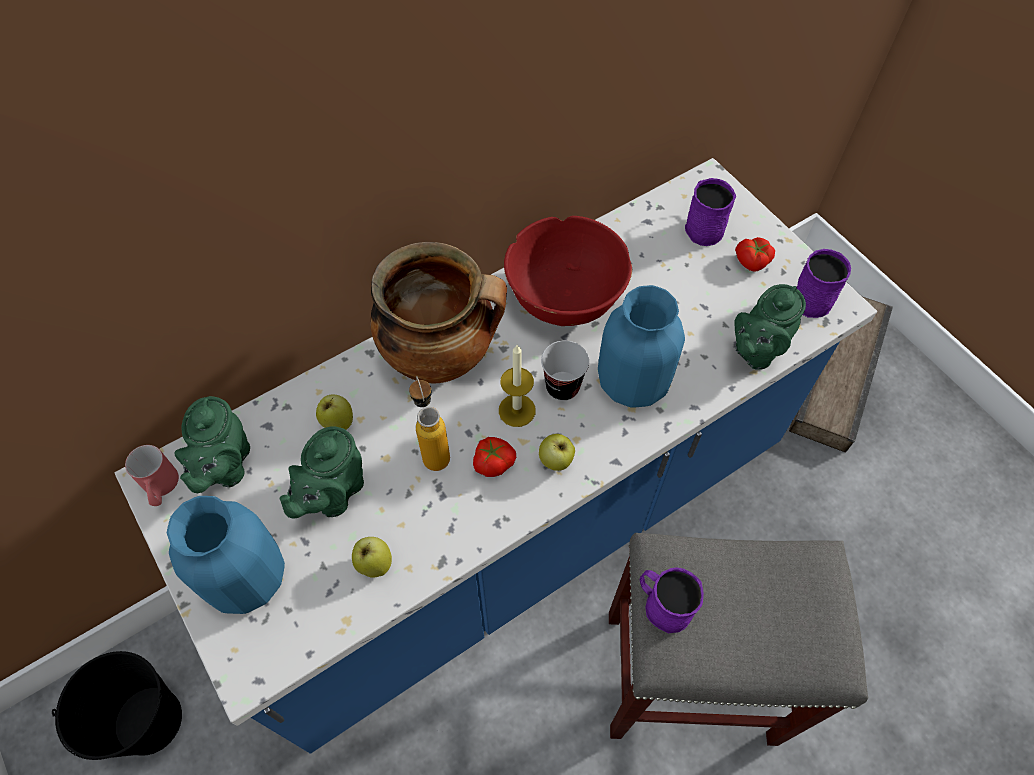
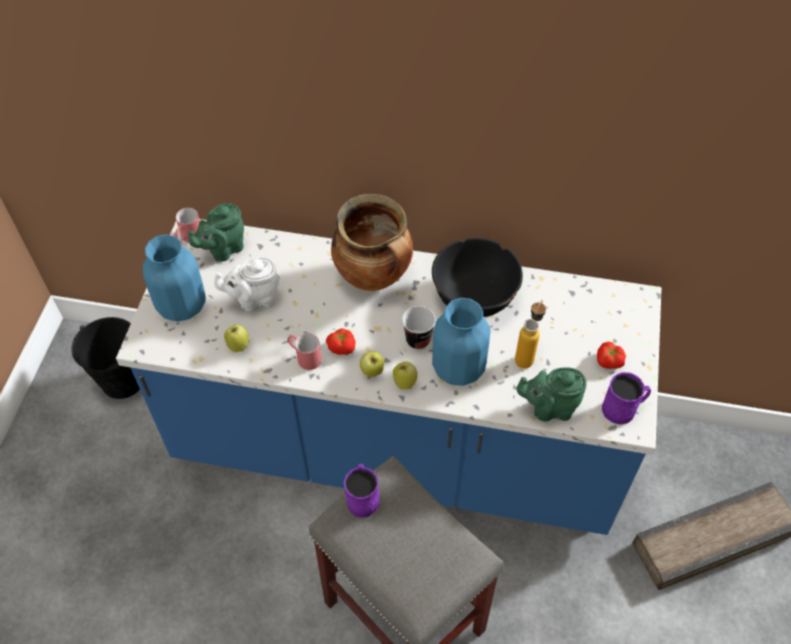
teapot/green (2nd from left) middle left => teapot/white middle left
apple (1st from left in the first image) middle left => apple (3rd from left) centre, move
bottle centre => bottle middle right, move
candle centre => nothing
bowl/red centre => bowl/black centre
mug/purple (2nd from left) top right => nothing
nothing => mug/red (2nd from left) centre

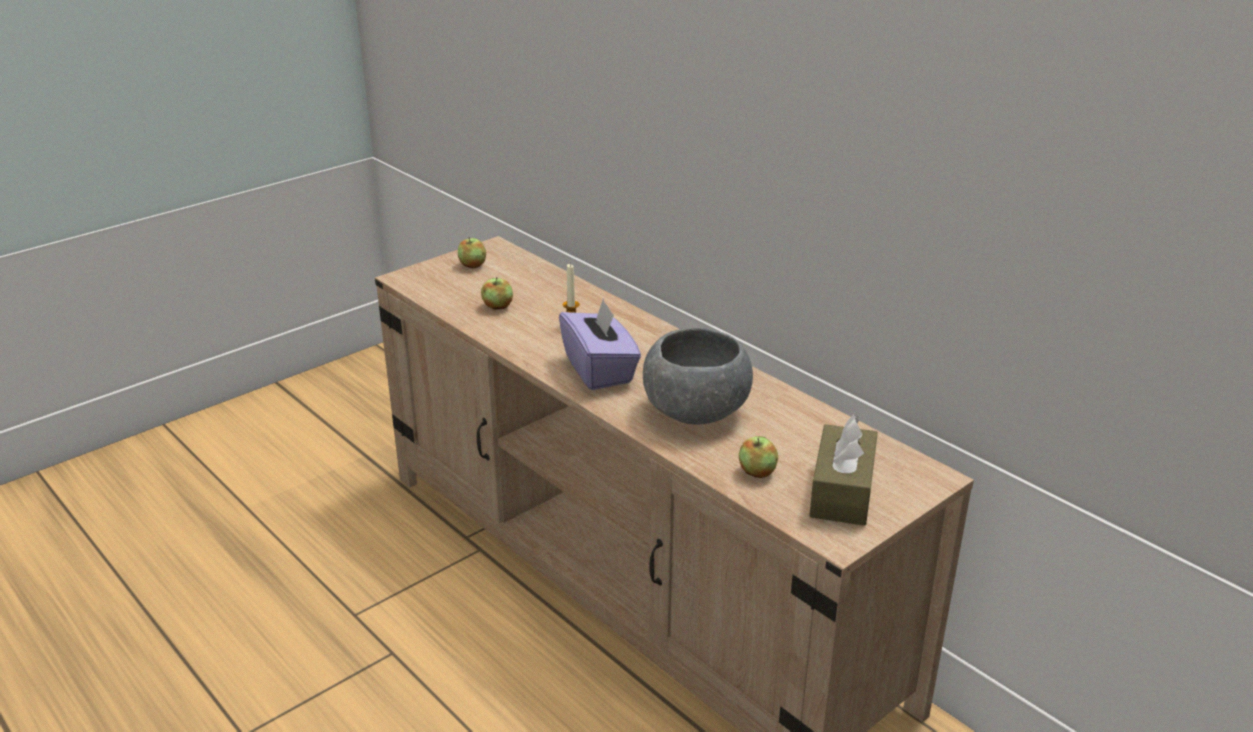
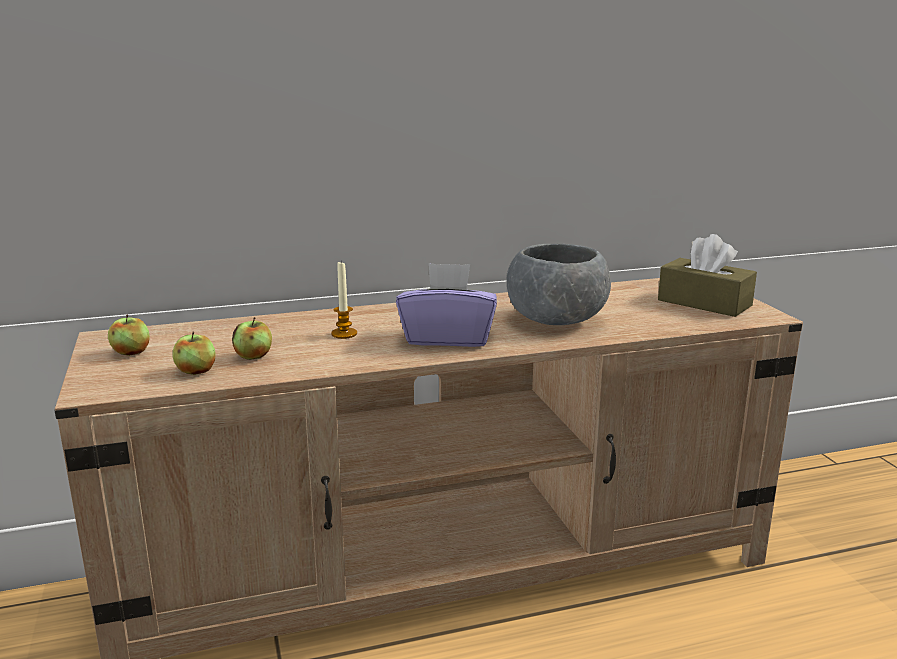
apple (3rd from left in the first image) centre => apple (2nd from left) middle left, move

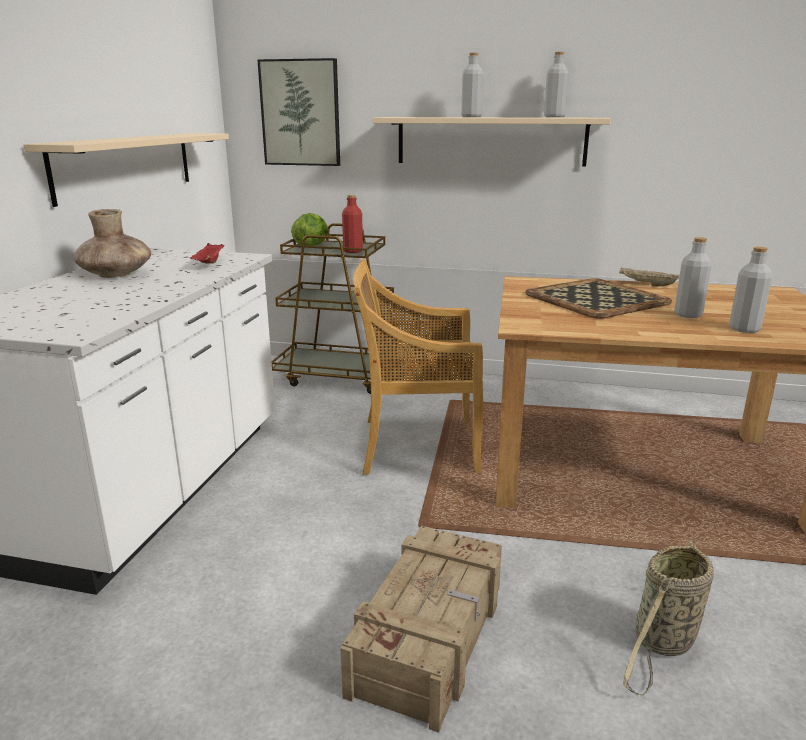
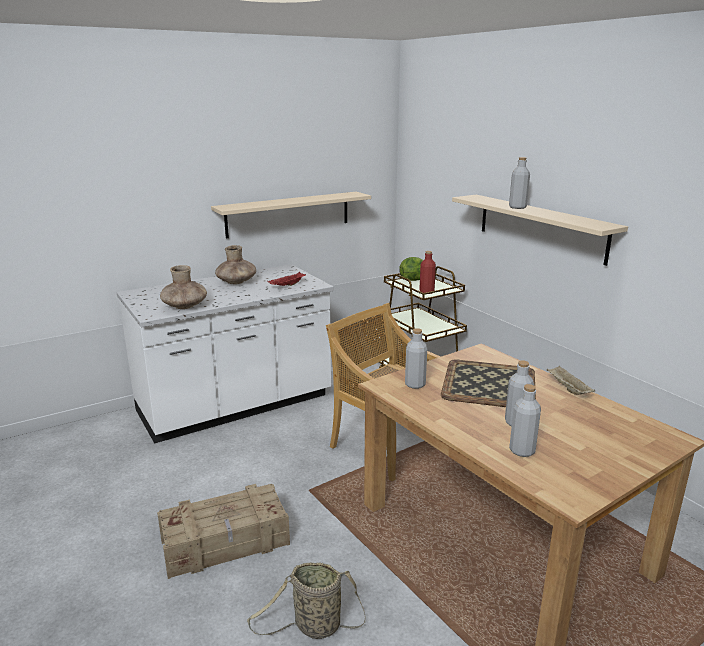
picture top centre => nothing
bottle/grey (2nd from left in the first image) top right => bottle/grey (1st from left) centre, move
nothing => vase/brown (1st from left) middle left

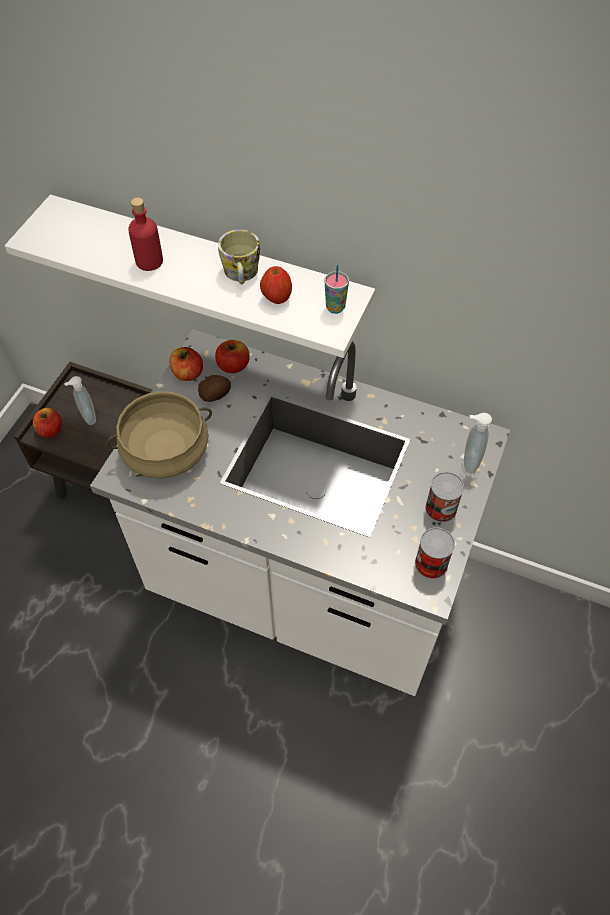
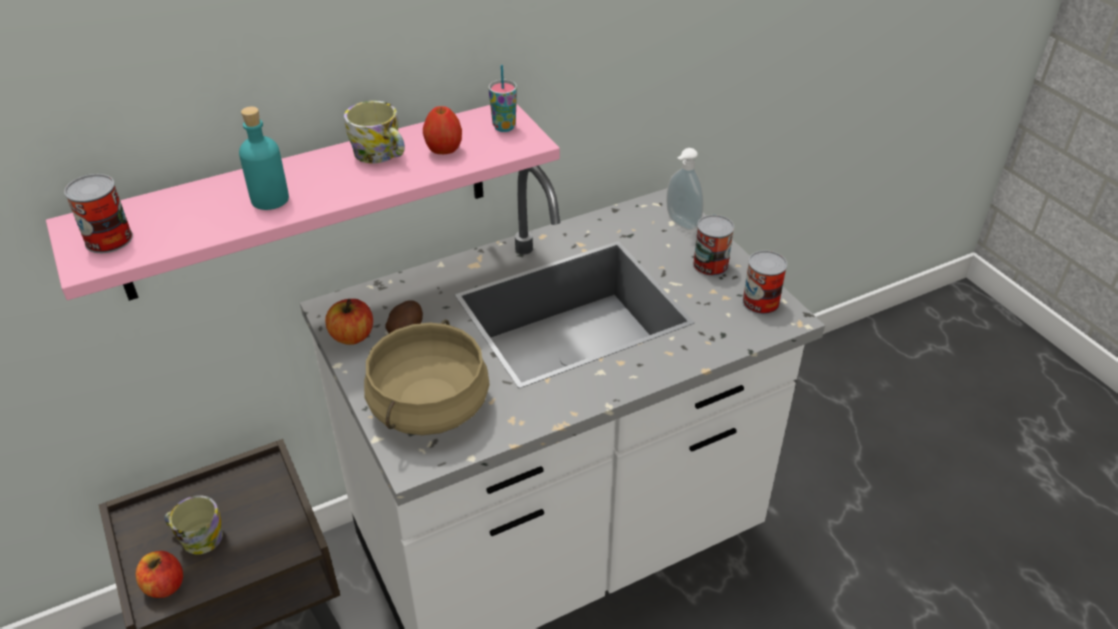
shelf/white top left => shelf/pink top left
soap dispenser (1st from left) middle left => mug (1st from left) bottom left
bottle/red top left => bottle/turquoise top left
apple (3rd from left) centre => nothing
nothing => can (1st from left) middle left

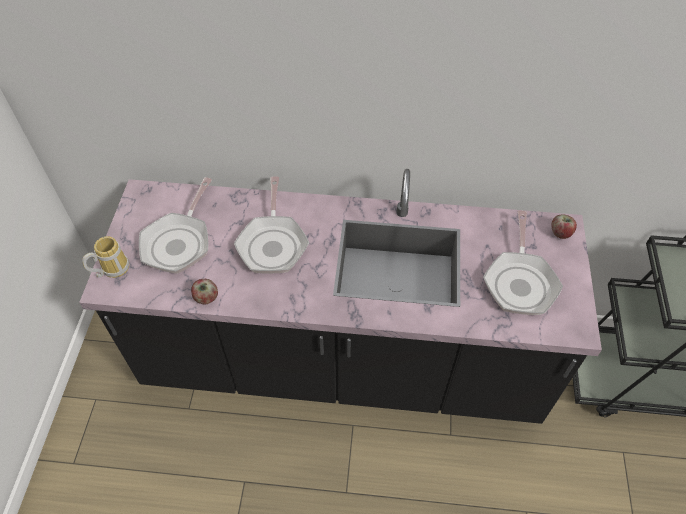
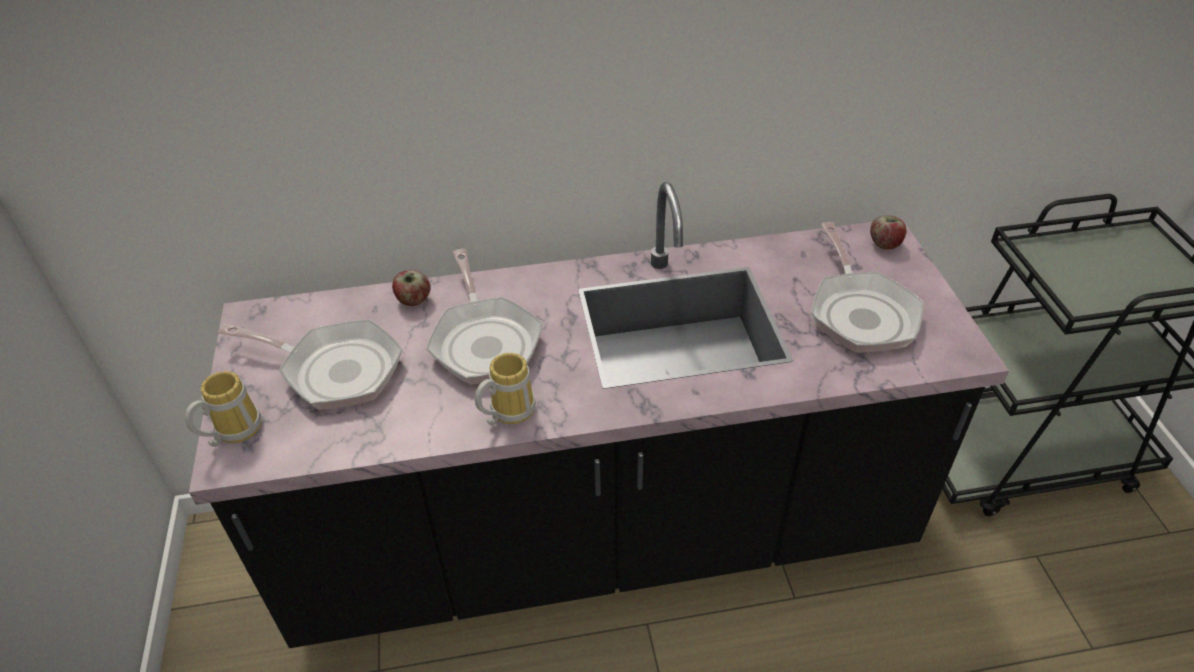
frying pan (1st from left) middle left, 75 degrees counterclockwise
apple (1st from left) middle left => apple (1st from left) centre, move
nothing => mug (2nd from left) centre

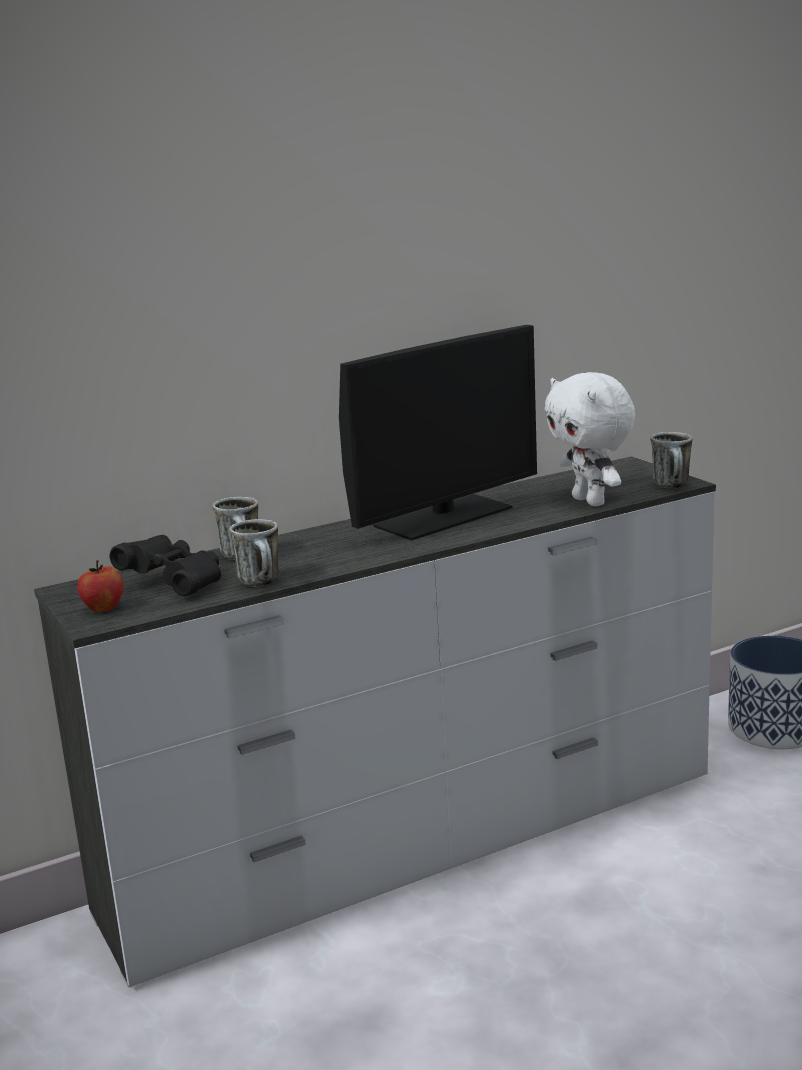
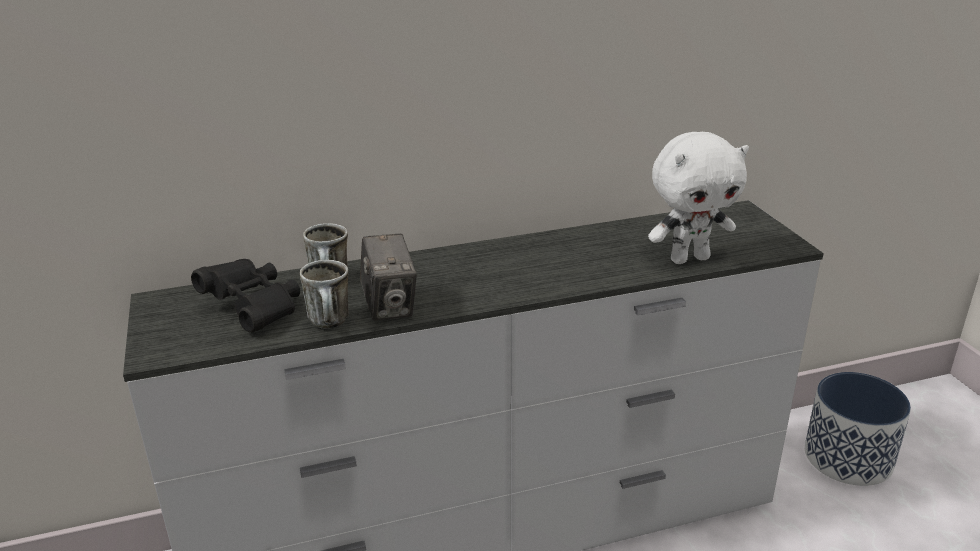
apple middle left => nothing
monitor centre => nothing
plush toy/white middle right, 90 degrees counterclockwise
mug (3rd from left) middle right => nothing
nothing => photo camera centre

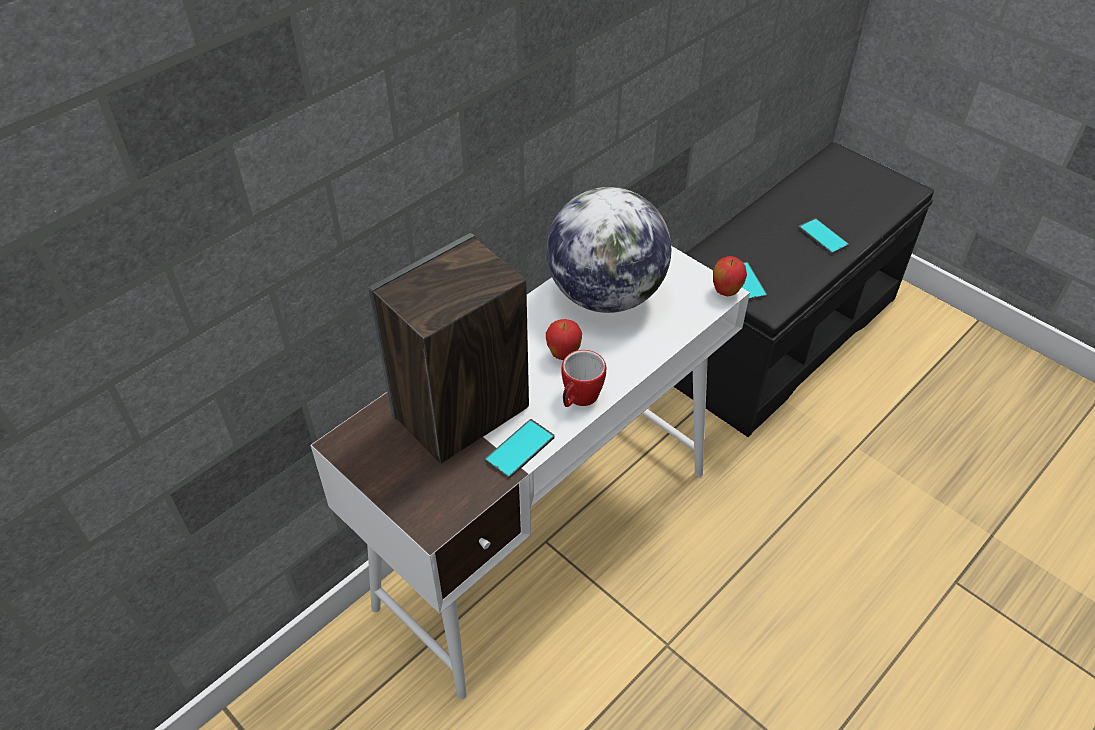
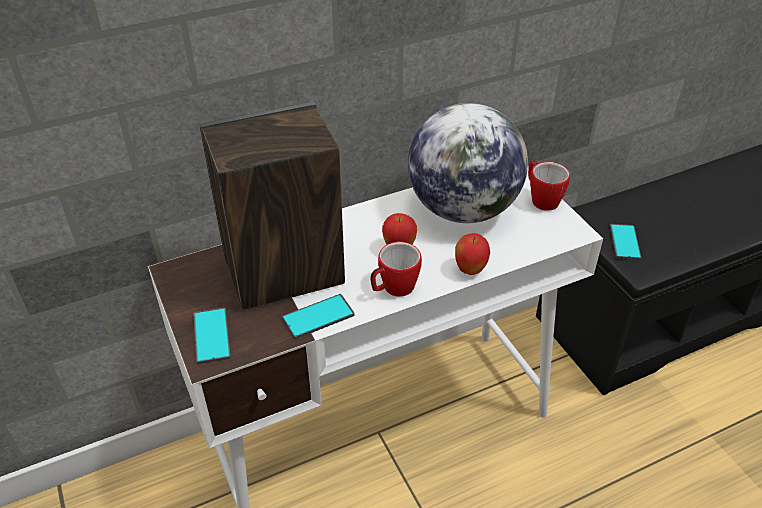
apple (2nd from left) middle right => apple (2nd from left) centre, move
phone (3rd from left in the first image) top right => phone (1st from left) middle left, move
nothing => mug (2nd from left) middle right

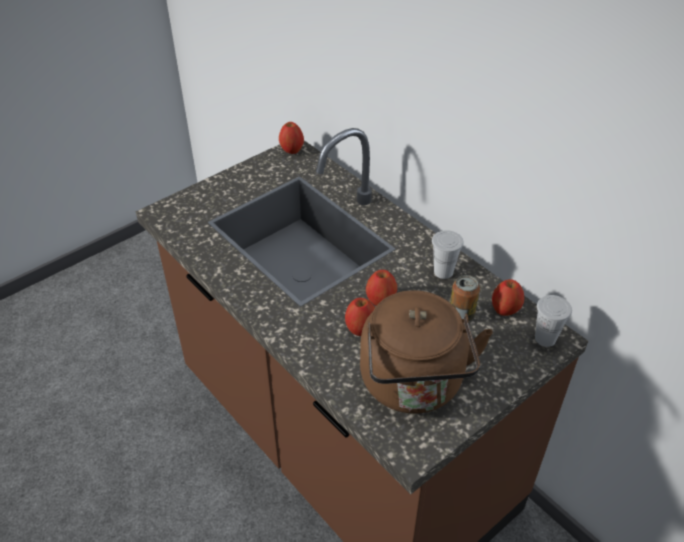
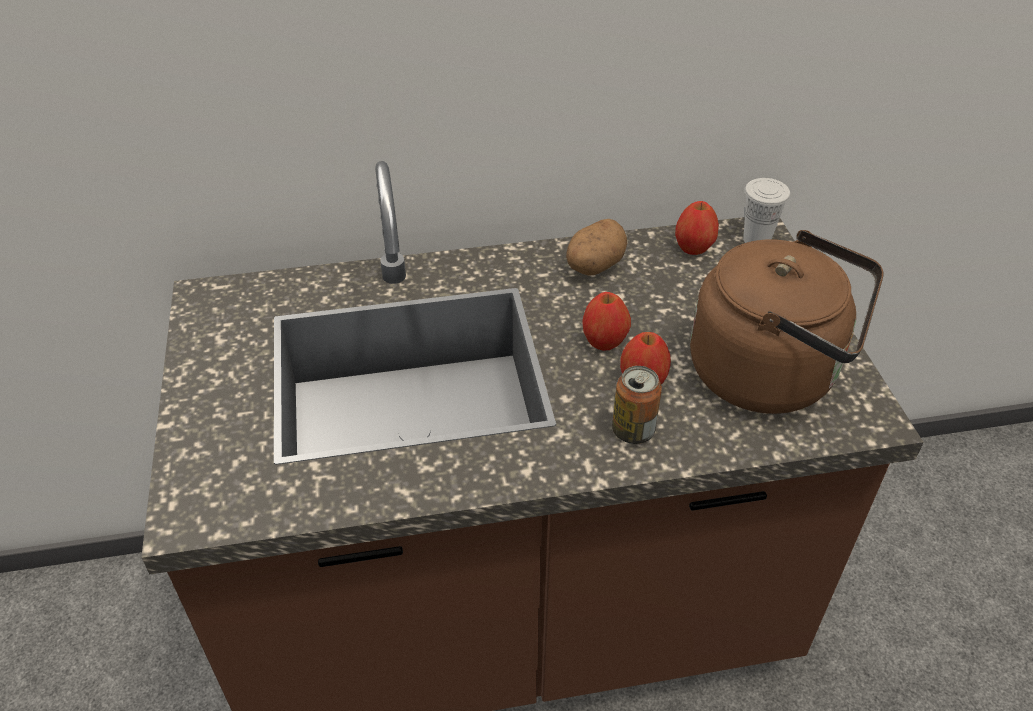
apple (1st from left) top centre => nothing
cup/white (1st from left) centre => potato centre
can middle right => can centre, move

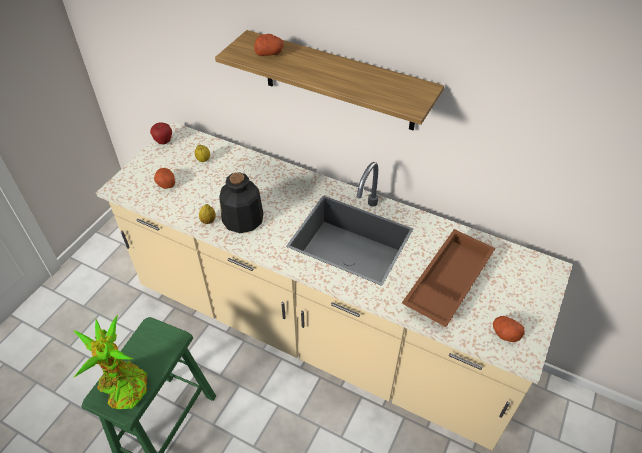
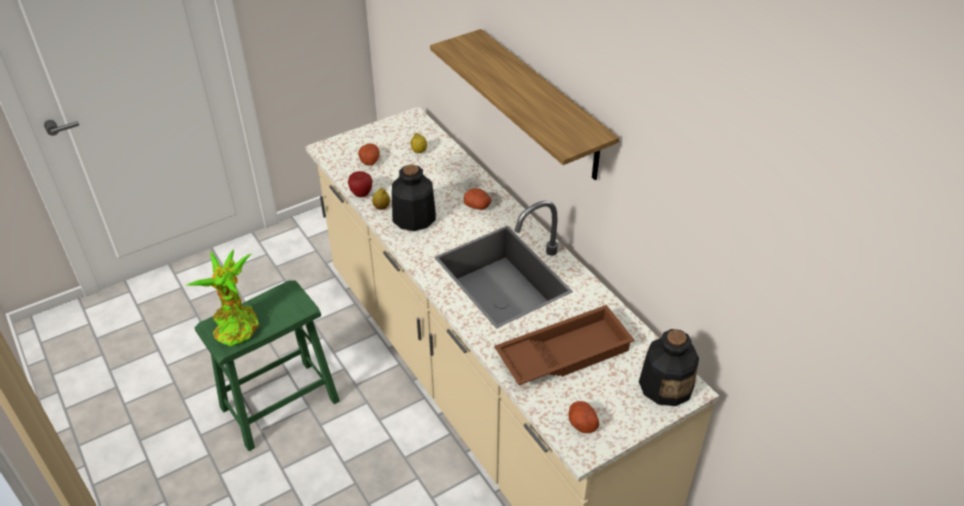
apple top left => apple centre, move
potato (2nd from left) top centre => potato (2nd from left) centre, move
nothing => bottle (2nd from left) bottom right

